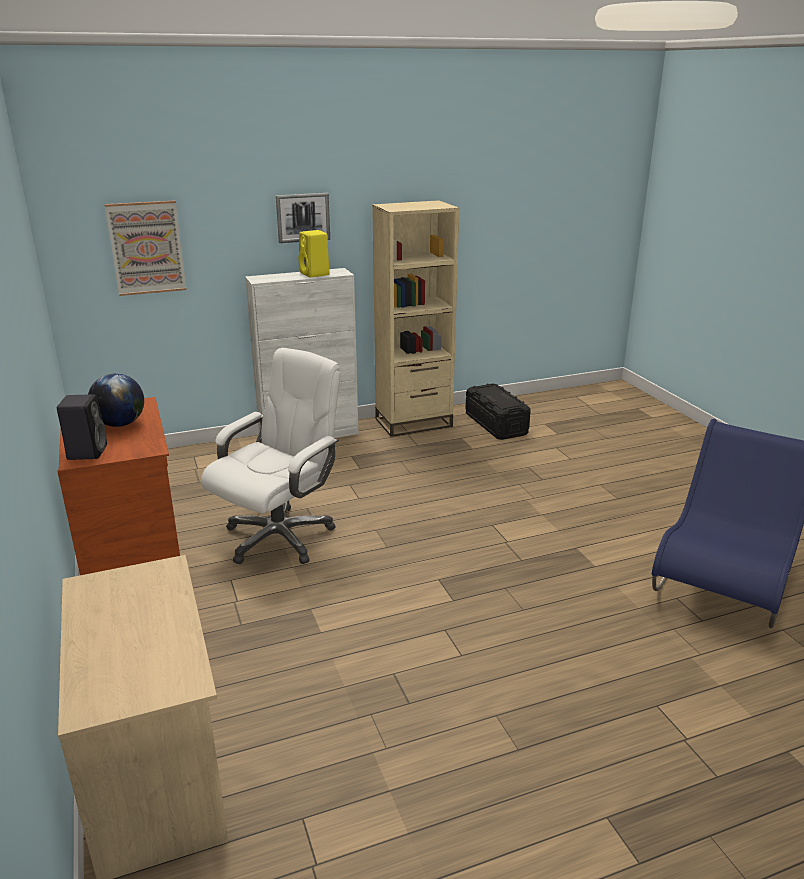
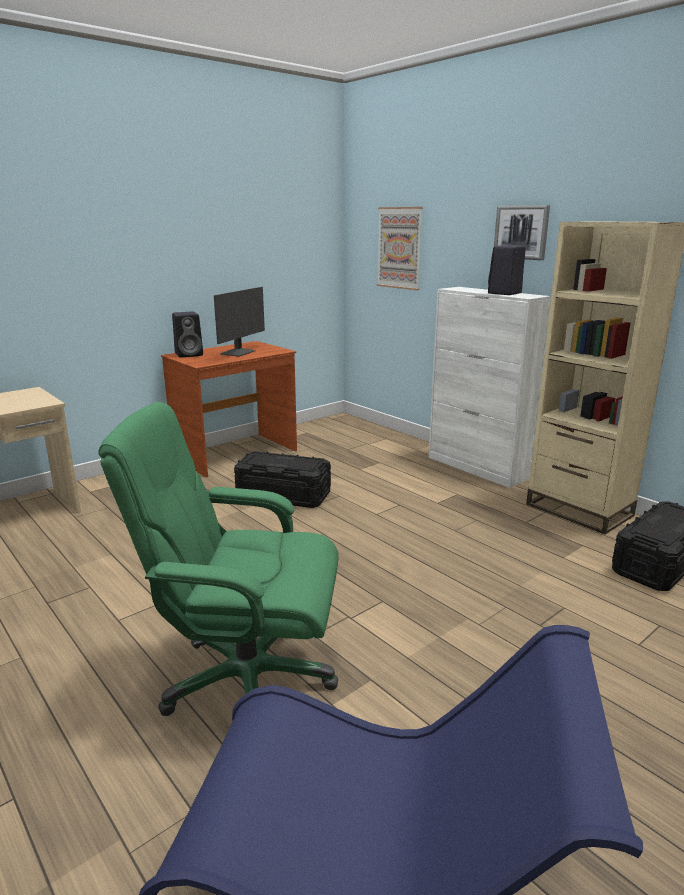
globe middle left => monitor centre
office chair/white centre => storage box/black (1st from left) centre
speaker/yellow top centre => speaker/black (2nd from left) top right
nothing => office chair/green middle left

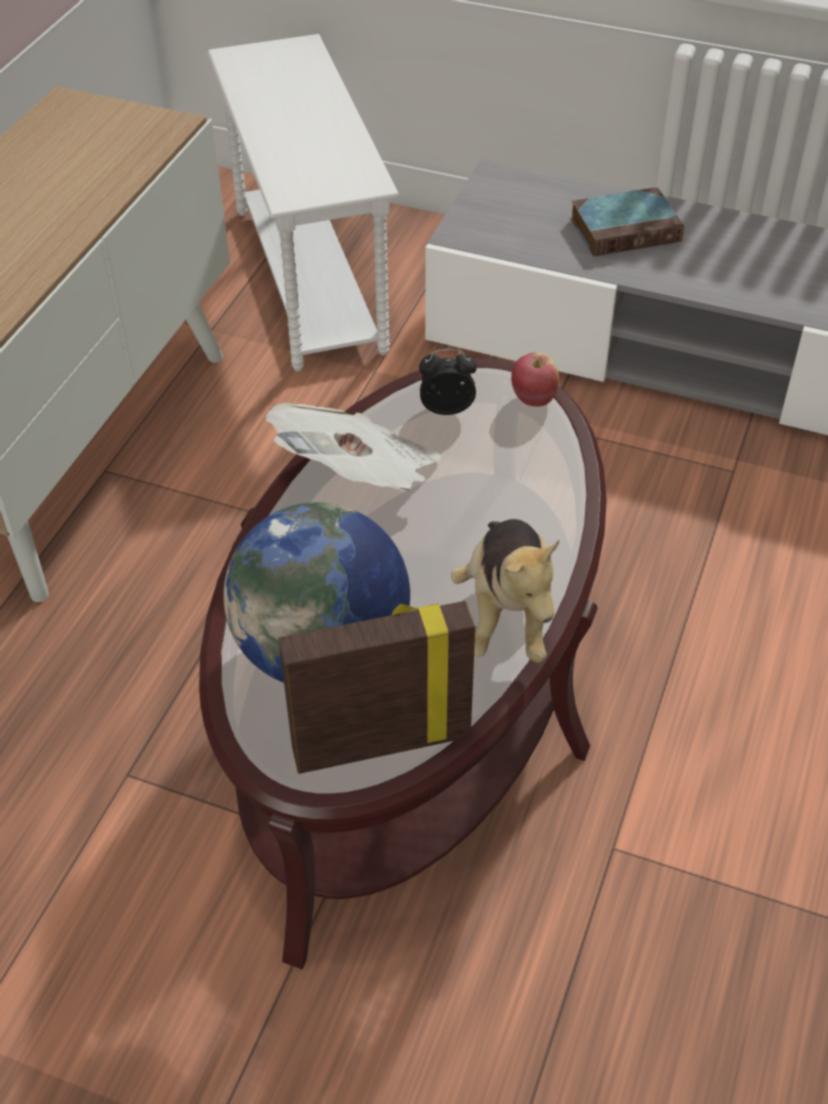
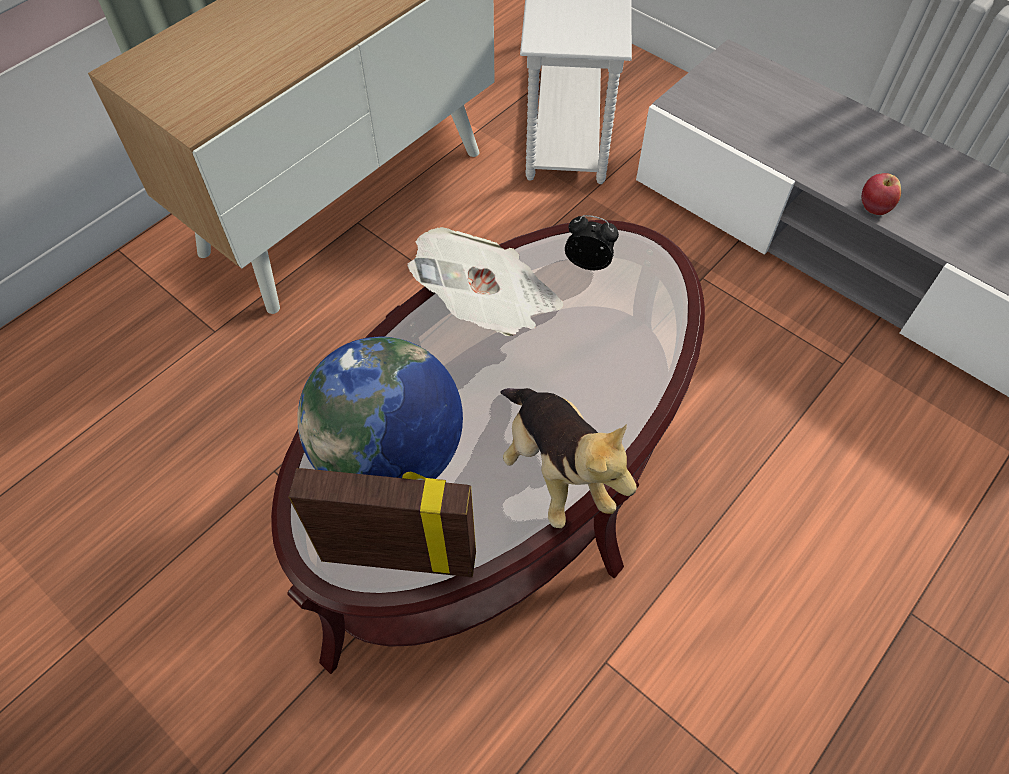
plush toy centre, 45 degrees counterclockwise
apple centre => apple top right, move
book top right => nothing

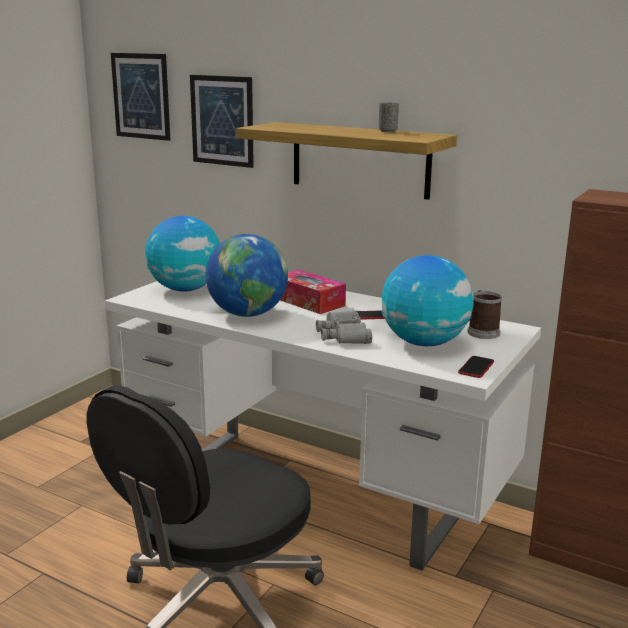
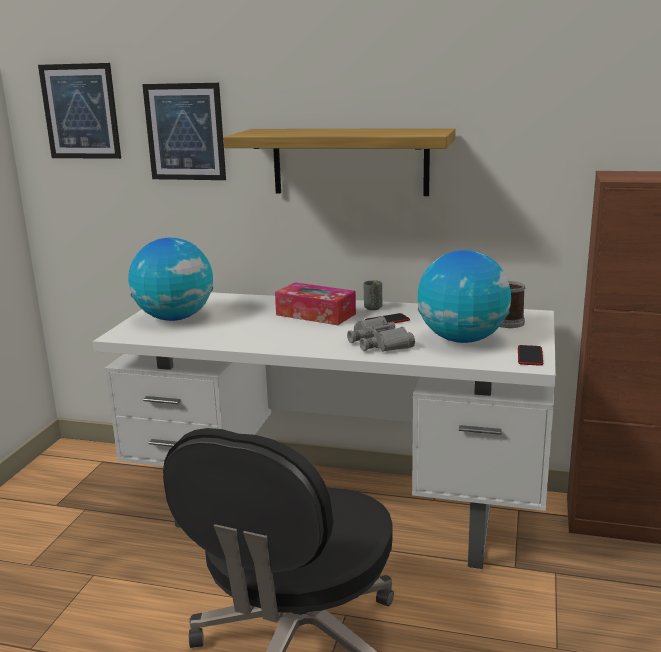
globe (2nd from left) centre => nothing
cup/grey top centre => cup/grey centre, move

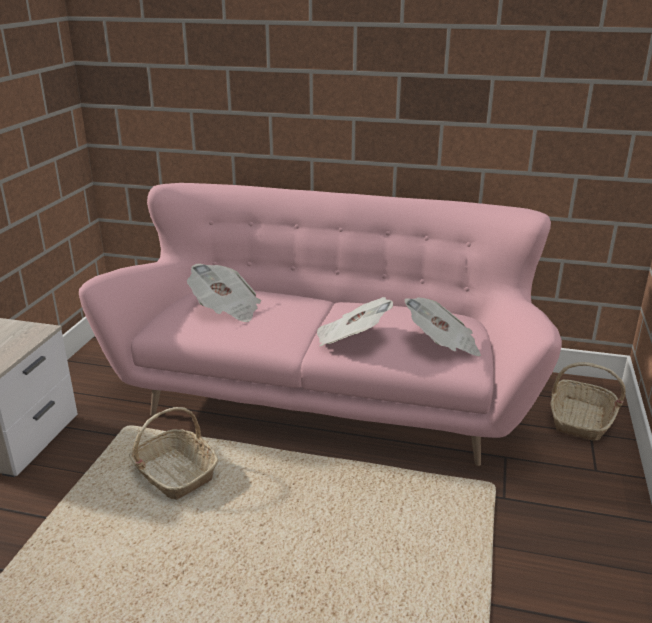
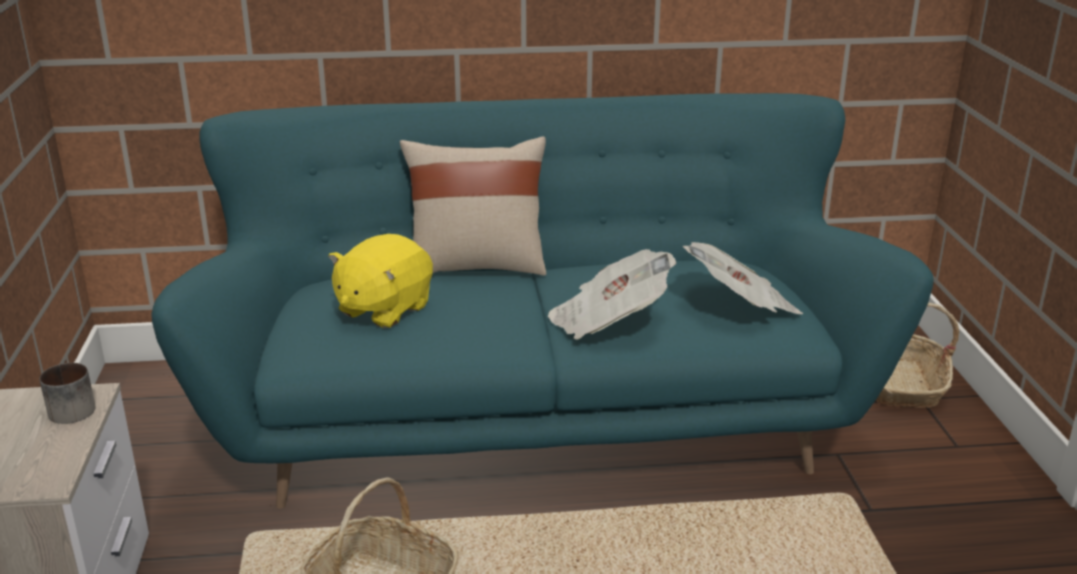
sofa/pink centre => sofa/turquoise centre
newspaper (1st from left) centre => plush toy/yellow centre
nothing => mug bottom left
nothing => pillow/beige centre

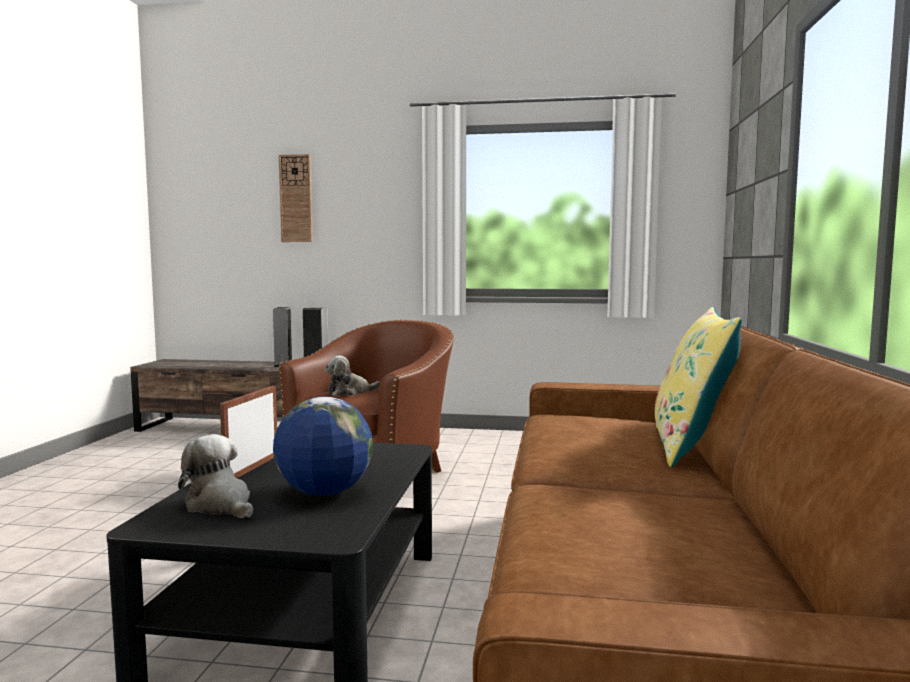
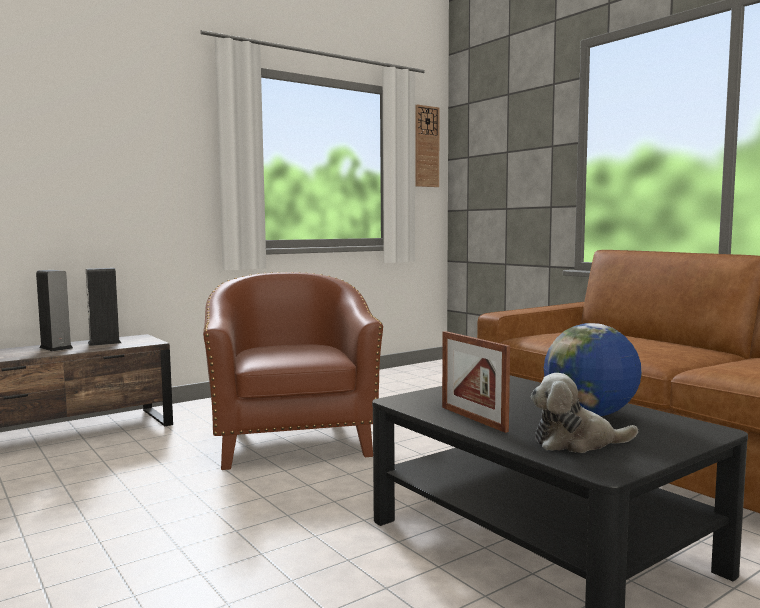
wall clock top left => wall clock top centre, move
plush toy (2nd from left) centre => nothing
pillow/yellow middle right => nothing

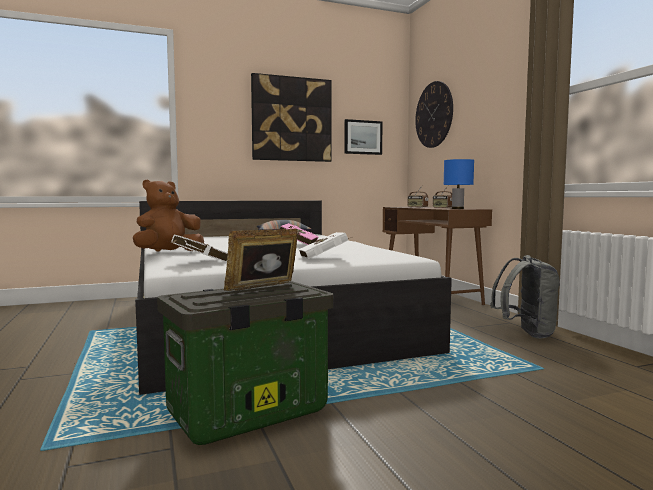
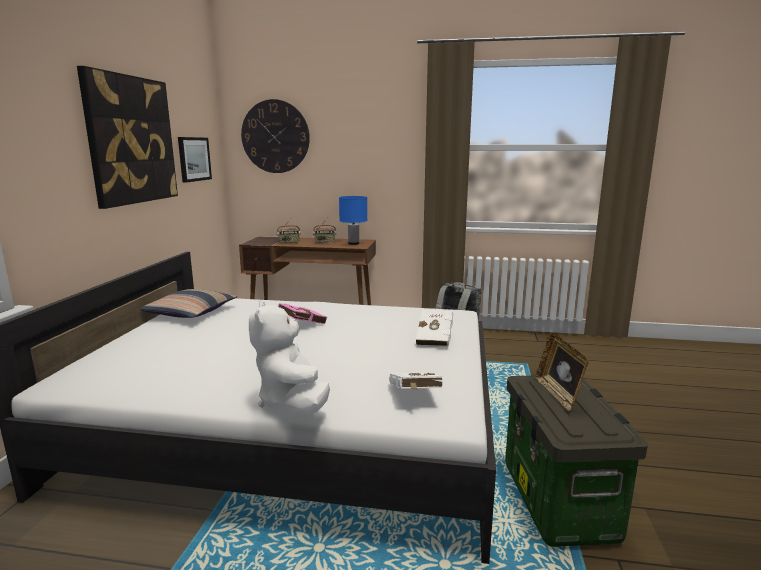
plush toy/brown middle left => plush toy/white centre

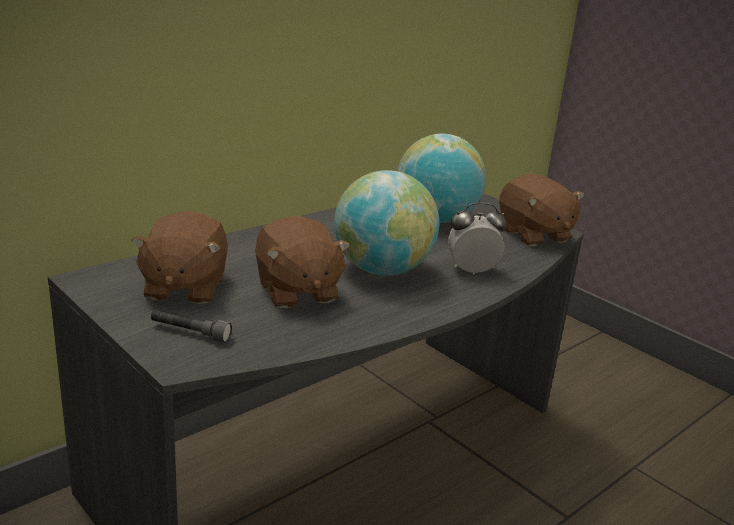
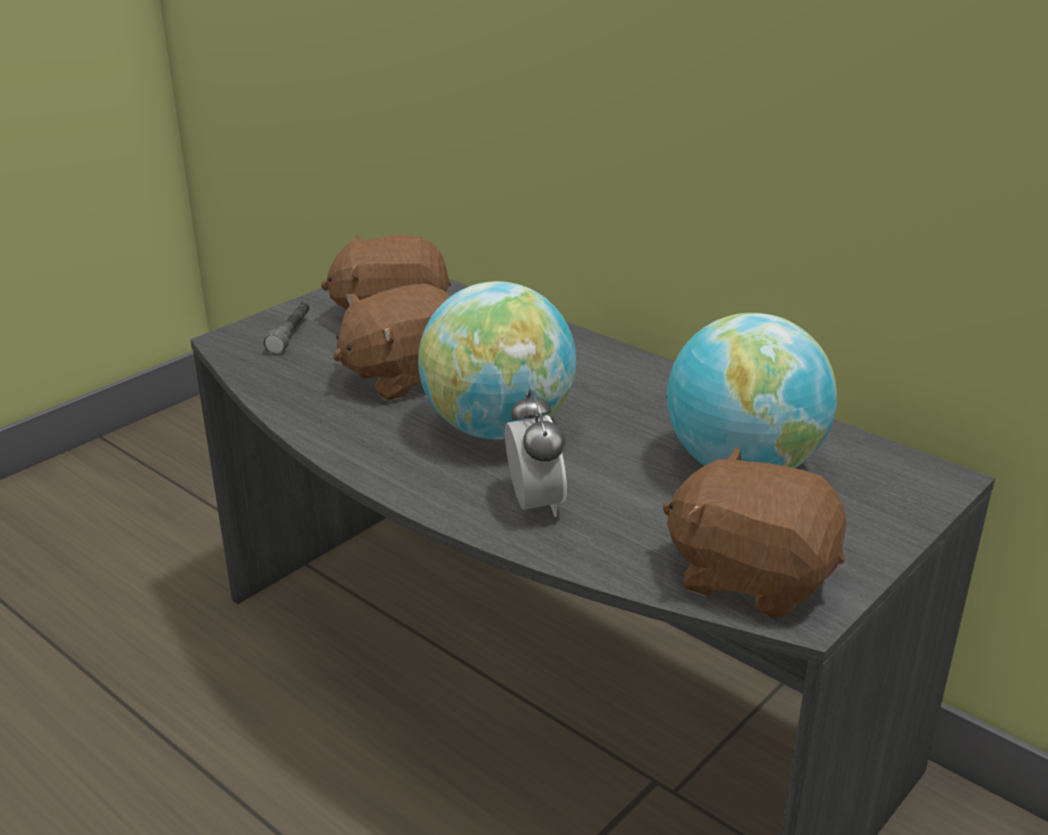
plush toy/brown (3rd from left) middle right, 60 degrees clockwise

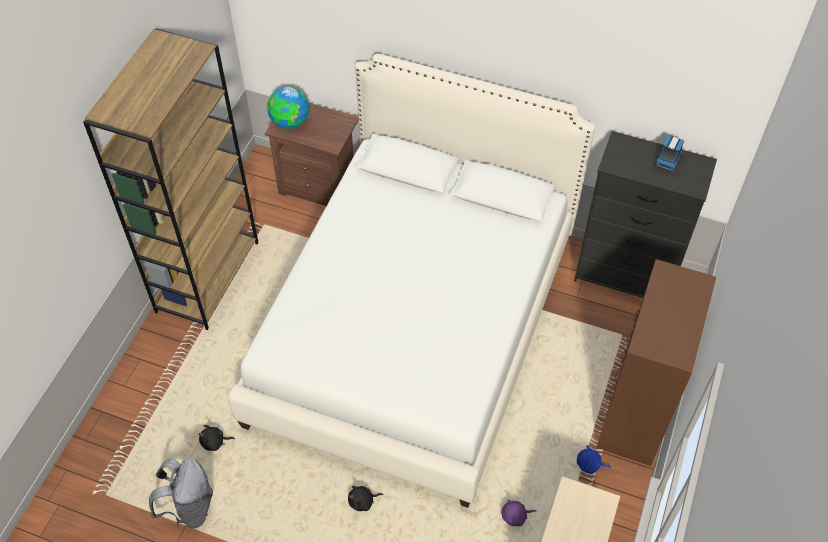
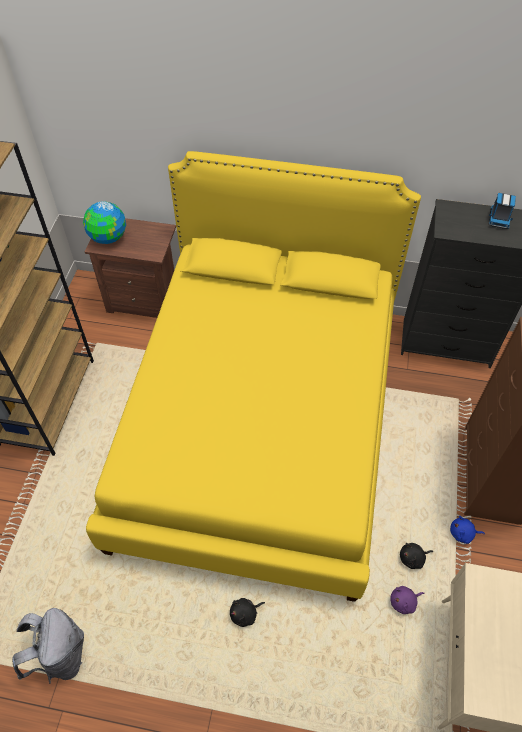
plush toy/black (1st from left in the first image) bottom left => plush toy/black (2nd from left) bottom right, move
bed/white centre => bed/yellow centre

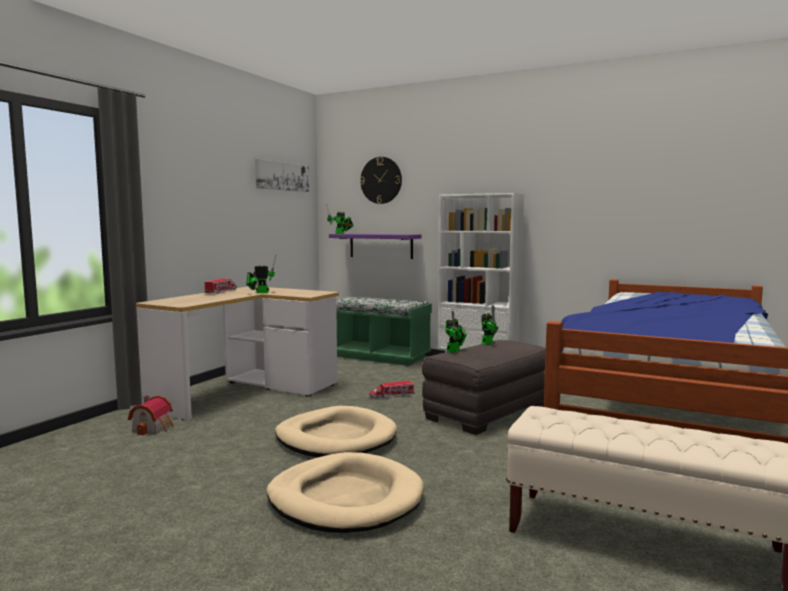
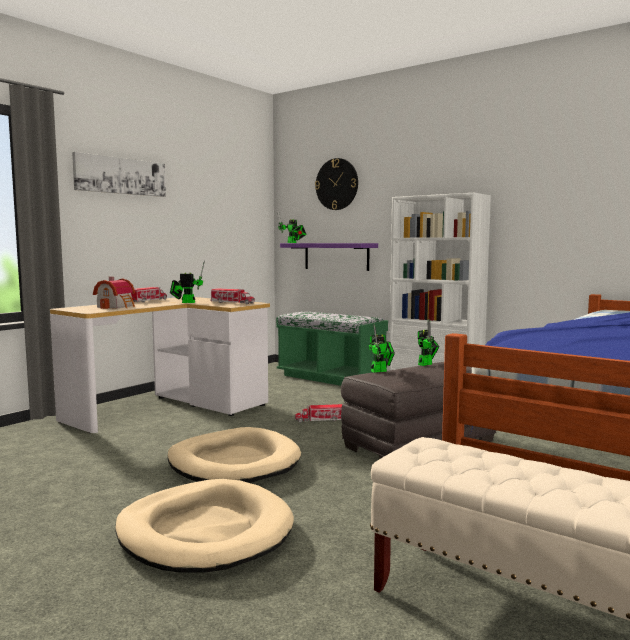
toy house bottom left => toy house middle left, move
picture top centre => picture top left, move
nothing => toy truck (2nd from left) centre

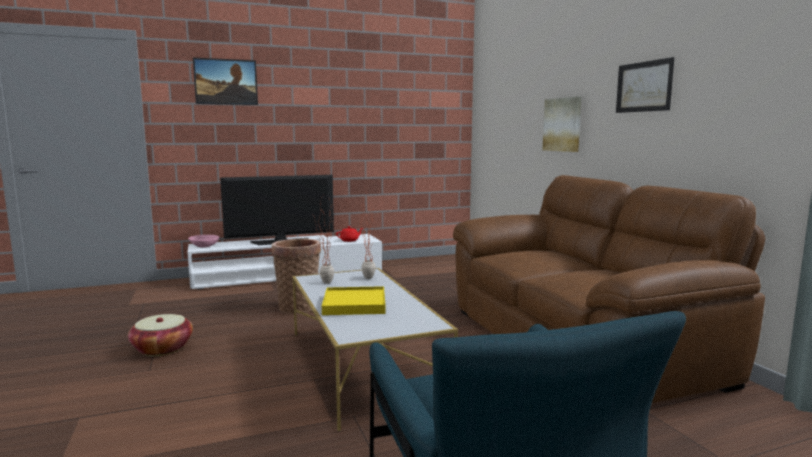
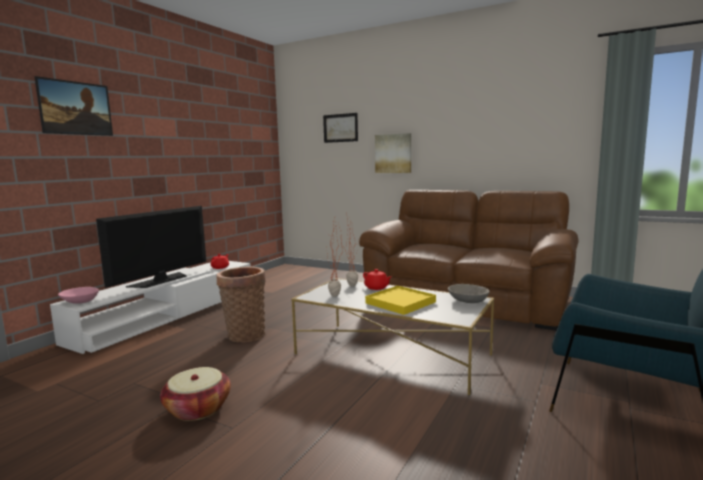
picture (3rd from left in the first image) top right => picture (2nd from left) top centre, move
nothing => teapot/red (2nd from left) centre
nothing => bowl/grey middle right

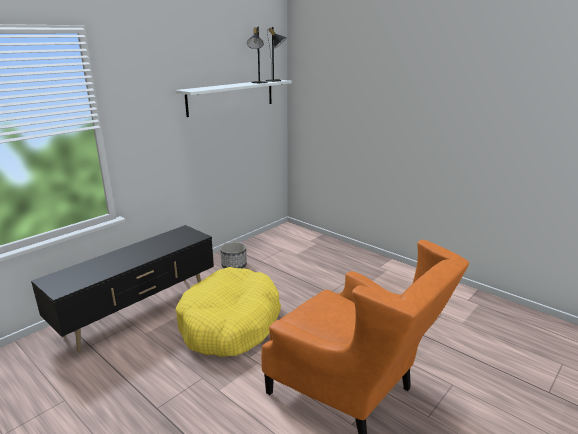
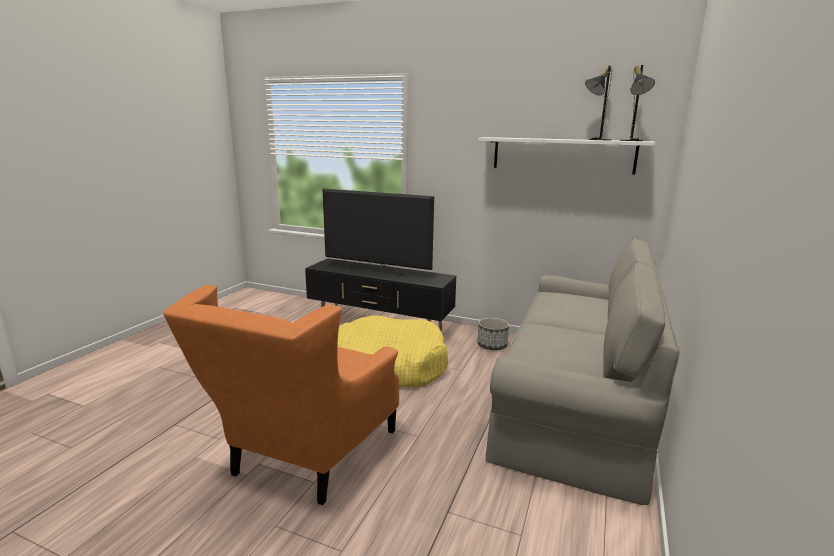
nothing => television centre
nothing => sofa/grey bottom right

